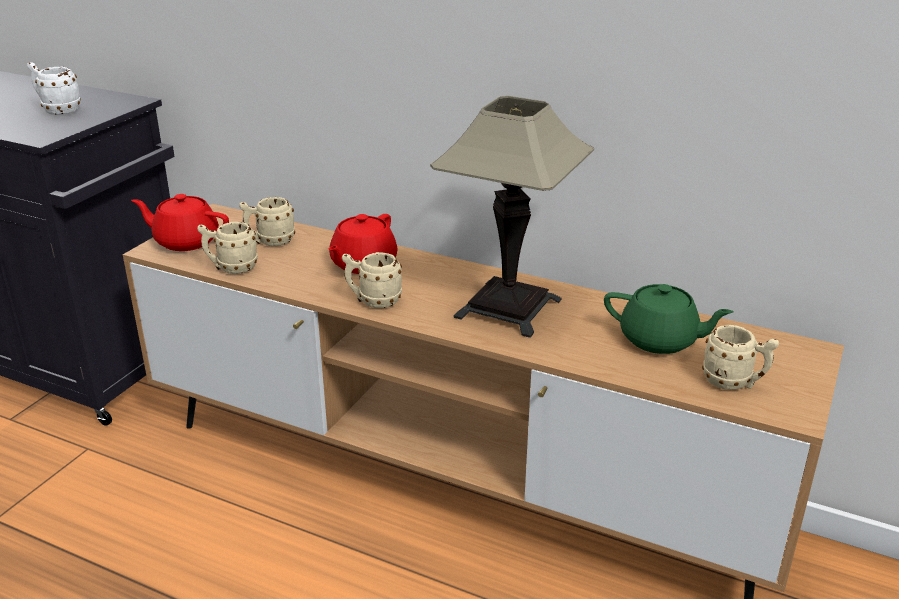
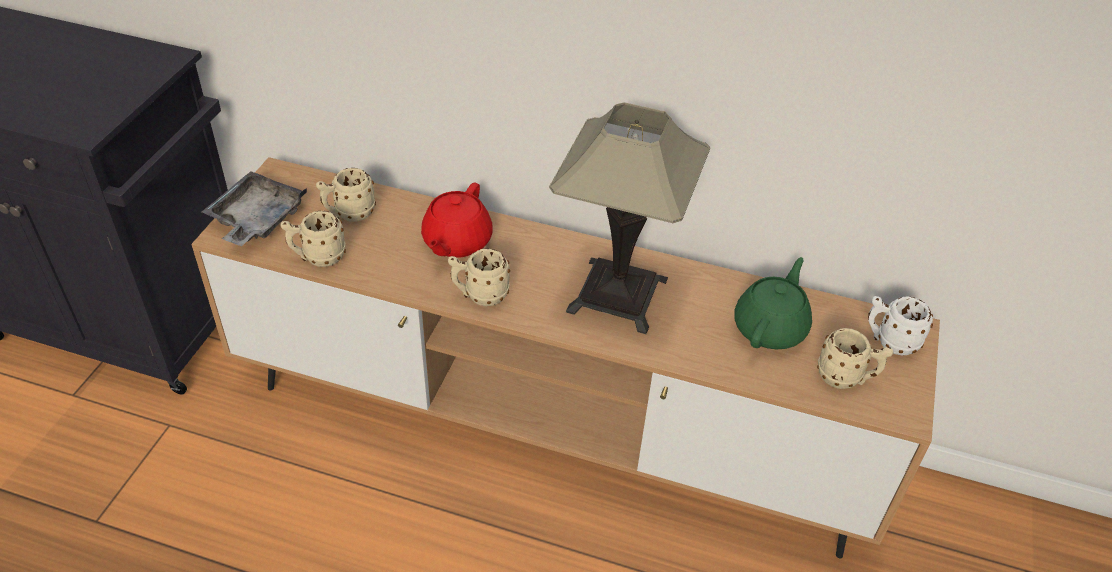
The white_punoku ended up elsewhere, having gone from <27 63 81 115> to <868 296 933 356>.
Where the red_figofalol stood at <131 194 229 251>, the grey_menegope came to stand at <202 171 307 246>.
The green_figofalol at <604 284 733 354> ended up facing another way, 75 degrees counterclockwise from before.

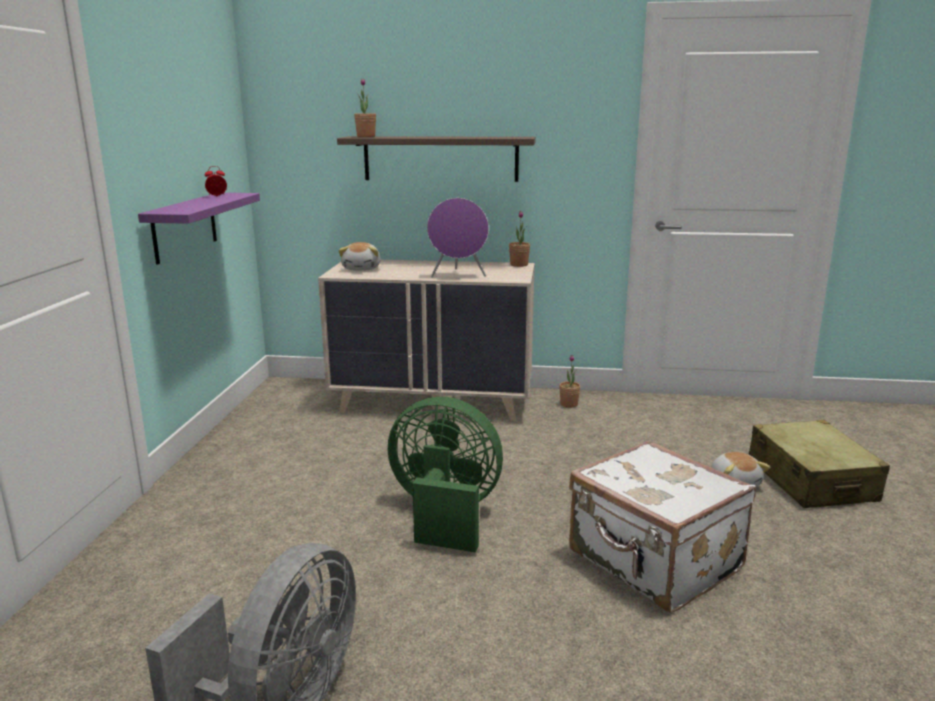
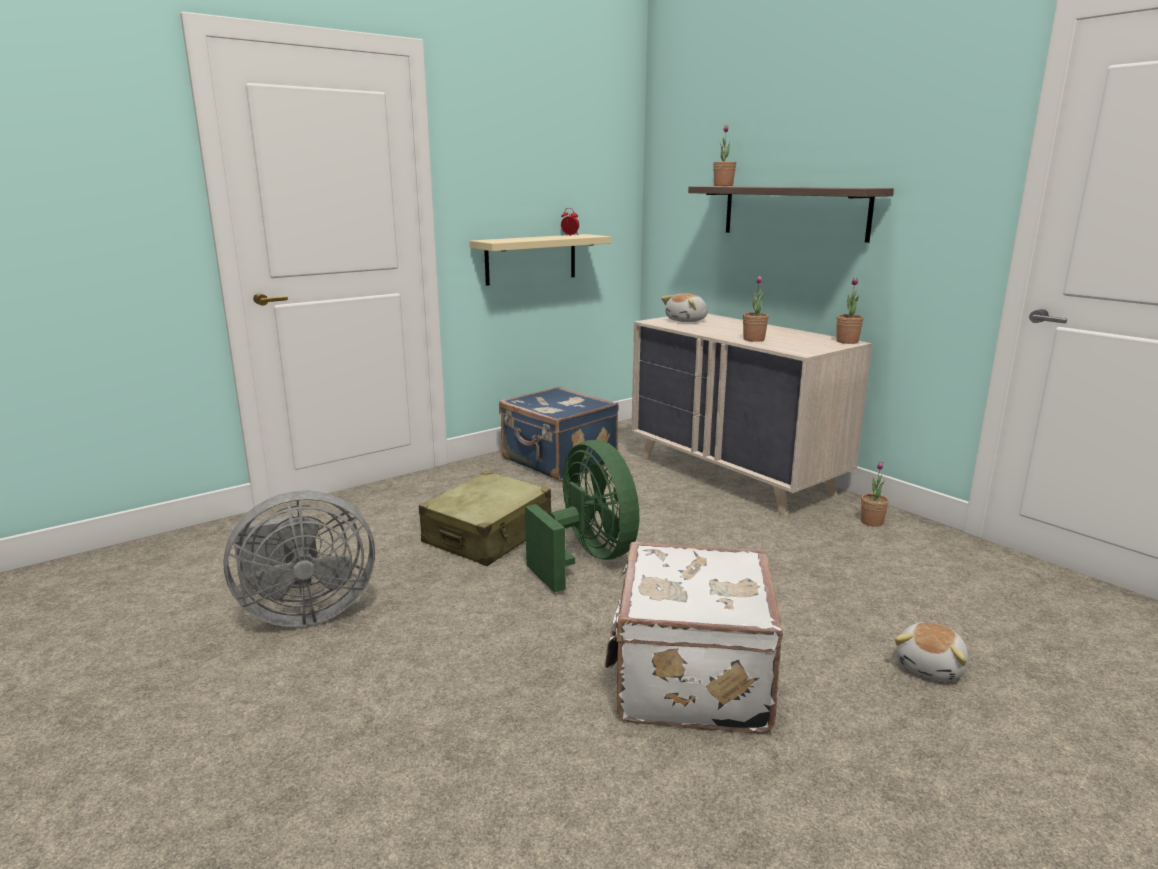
What was the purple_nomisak at <138 193 260 265> turned into the beige_nomisak at <469 234 611 286>.
Where the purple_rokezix stood at <427 198 489 278>, the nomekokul came to stand at <743 276 769 342>.
The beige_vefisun ended up elsewhere, having gone from <749 420 890 508> to <419 471 551 566>.
The second view gained the blue_vefisun at <499 387 619 481>.

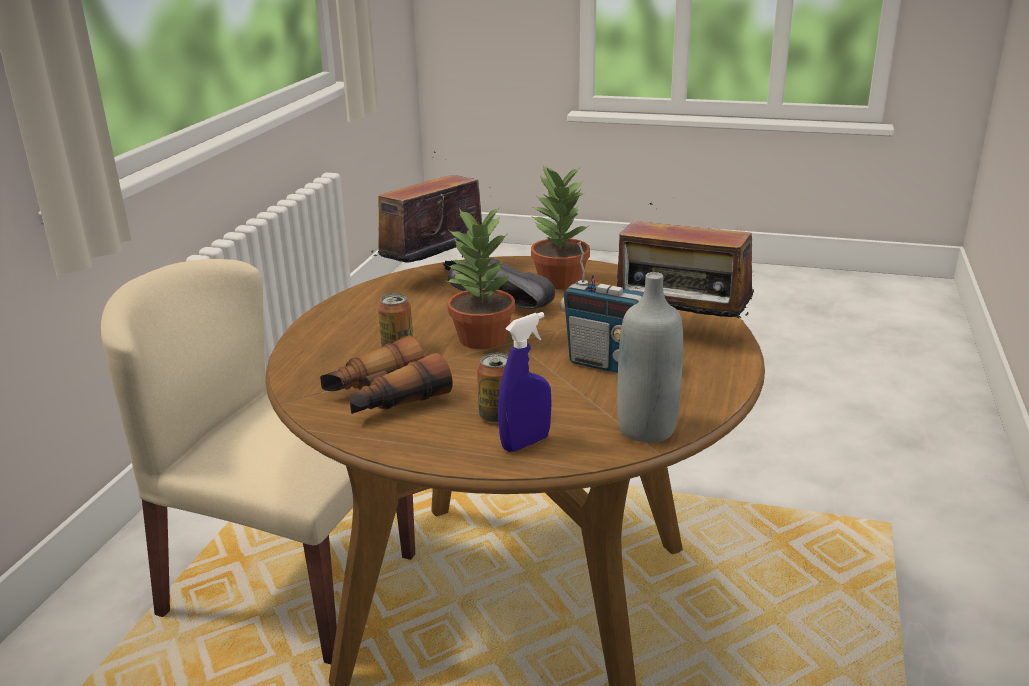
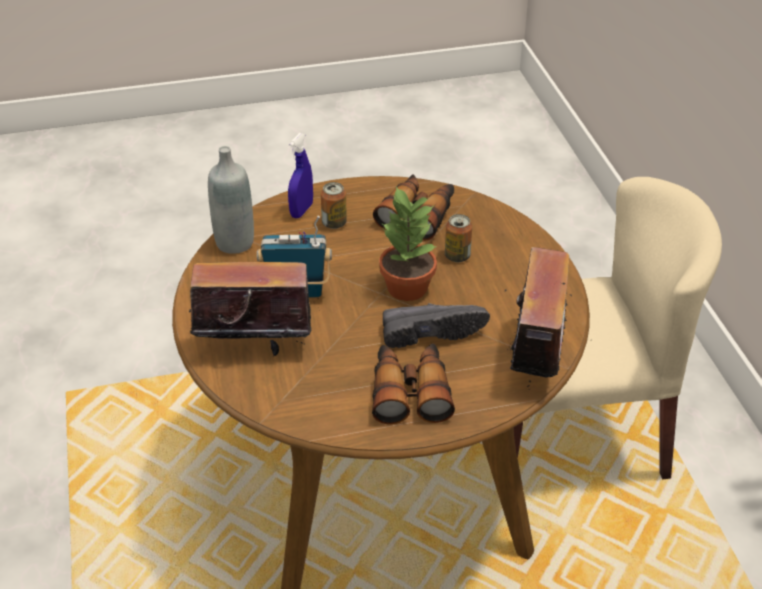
Where the nomekokul stood at <531 165 590 290>, the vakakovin came to stand at <372 343 455 424>.

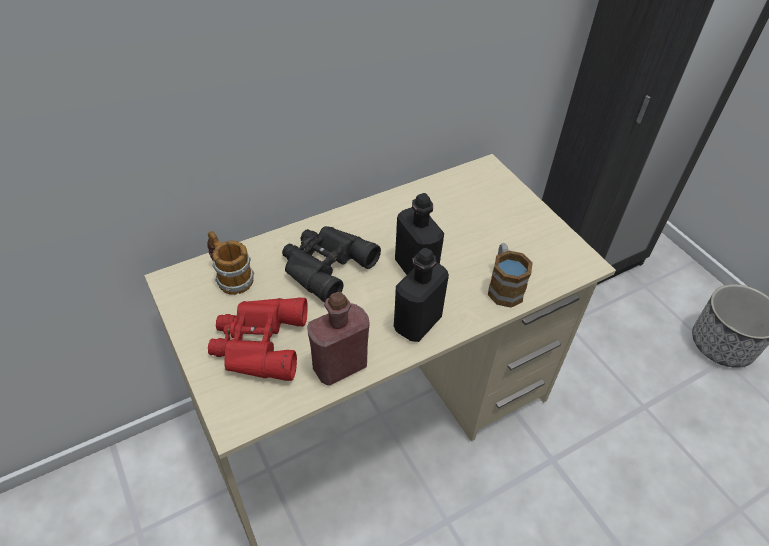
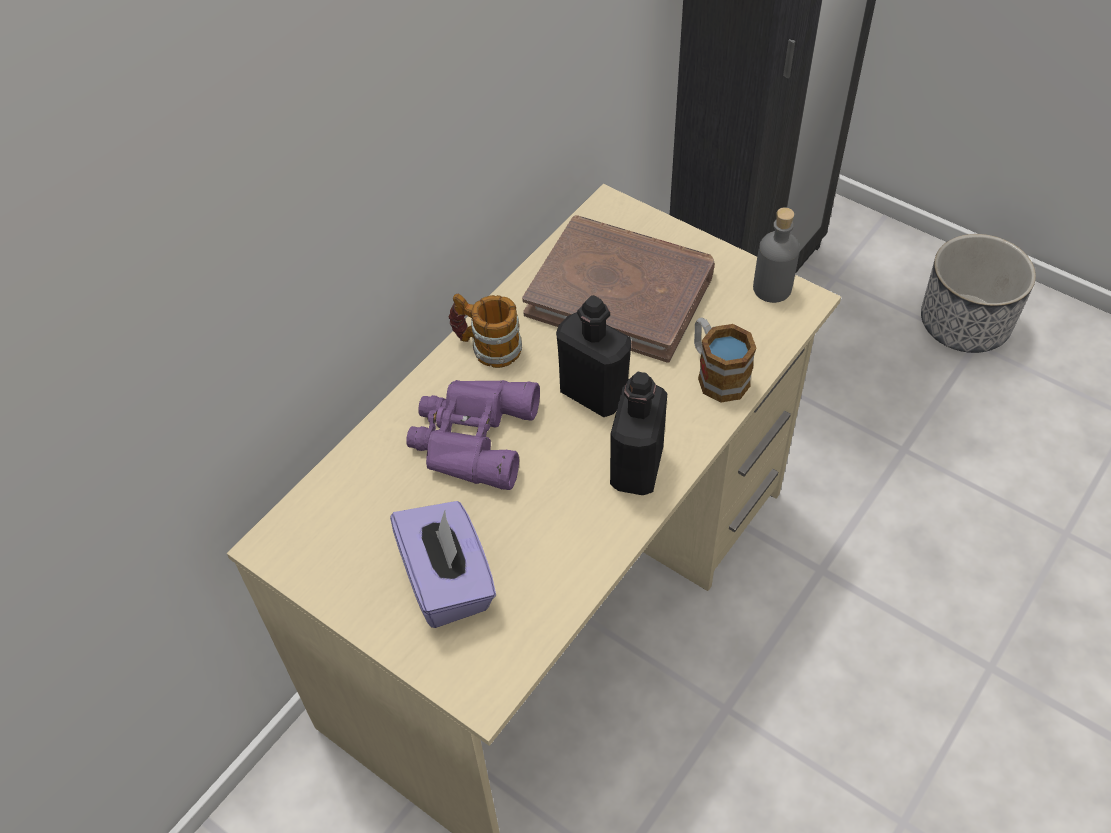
The punoku ended up elsewhere, having gone from <207 231 254 295> to <449 294 522 368>.
Where the red_vakakovin stood at <208 297 308 381>, the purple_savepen came to stand at <390 501 496 628>.
What was the black_vakakovin at <282 226 381 302> turned into the purple_vakakovin at <407 380 540 490>.
The second view lost the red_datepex at <307 292 370 386>.
The second view gained the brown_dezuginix at <522 215 715 363>.
The second view gained the grey_datepex at <753 207 800 303>.

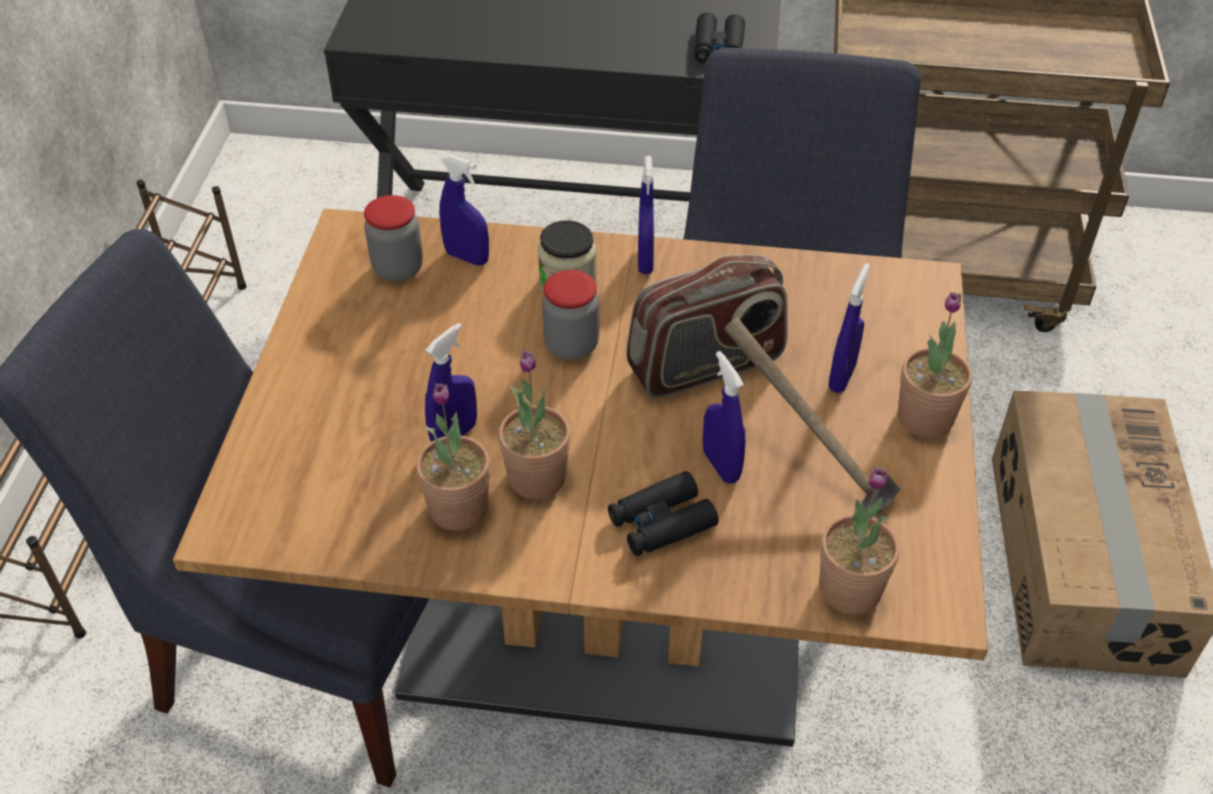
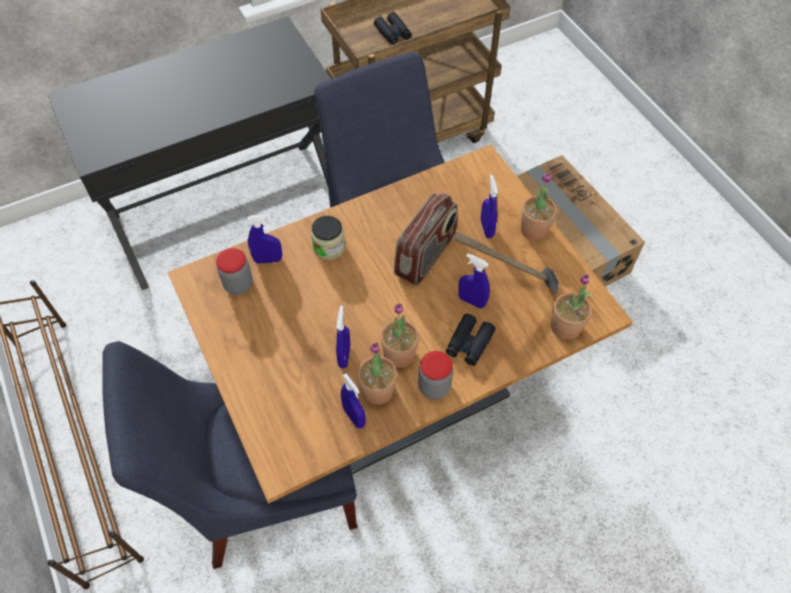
The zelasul ended up elsewhere, having gone from <542 270 599 360> to <418 351 453 399>.
The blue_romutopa ended up elsewhere, having gone from <638 156 654 274> to <341 373 366 429>.
The black_vakakovin ended up elsewhere, having gone from <695 12 745 63> to <374 12 412 45>.

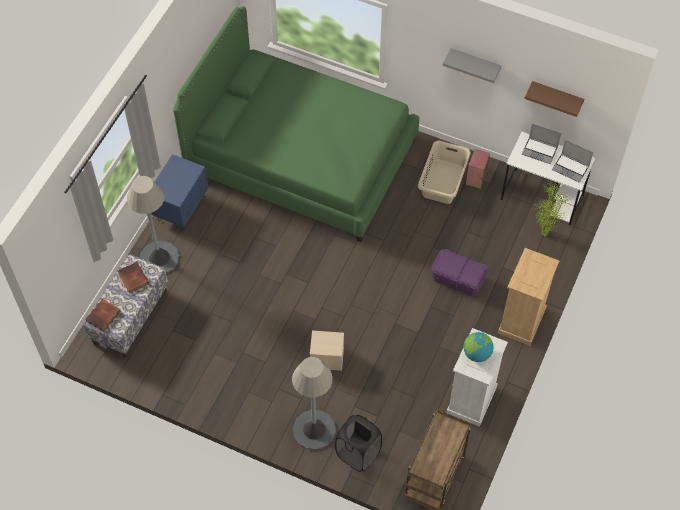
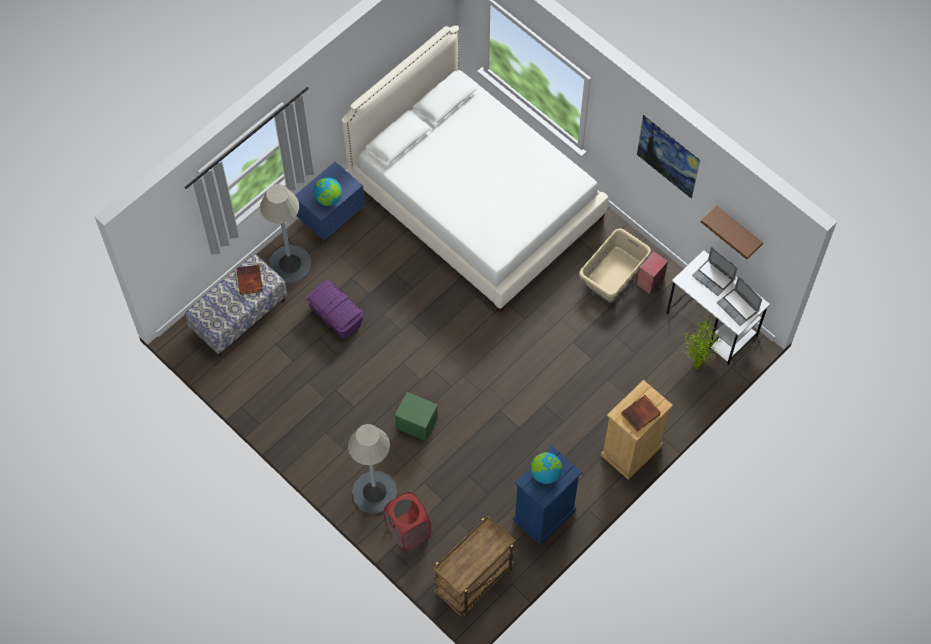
The dezuginix ended up elsewhere, having gone from <86 299 121 332> to <622 395 661 432>.
What was the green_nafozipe at <173 6 419 242> turned into the white_nafozipe at <342 25 609 313>.
What was the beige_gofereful at <310 330 344 371> turned into the green_gofereful at <395 392 438 441>.
What was the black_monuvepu at <335 415 382 472> turned into the red_monuvepu at <384 492 431 551>.
The purple_gofereful ended up elsewhere, having gone from <431 249 488 297> to <306 280 364 339>.
Where the grey_nomisak hung at <443 48 501 83>, the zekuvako came to hang at <637 115 700 199>.
What was the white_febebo at <446 328 508 427> turned into the blue_febebo at <513 446 582 545>.
The second view gained the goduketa at <314 177 342 206>.

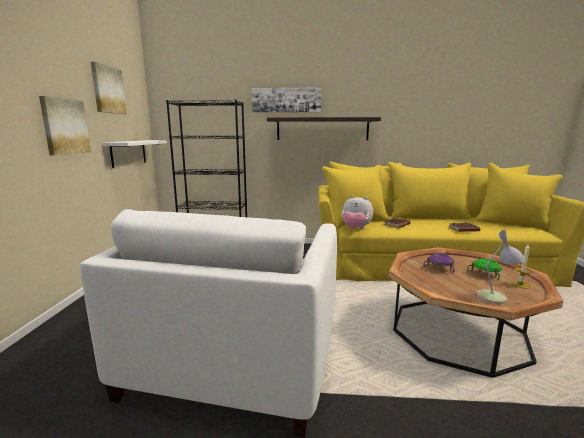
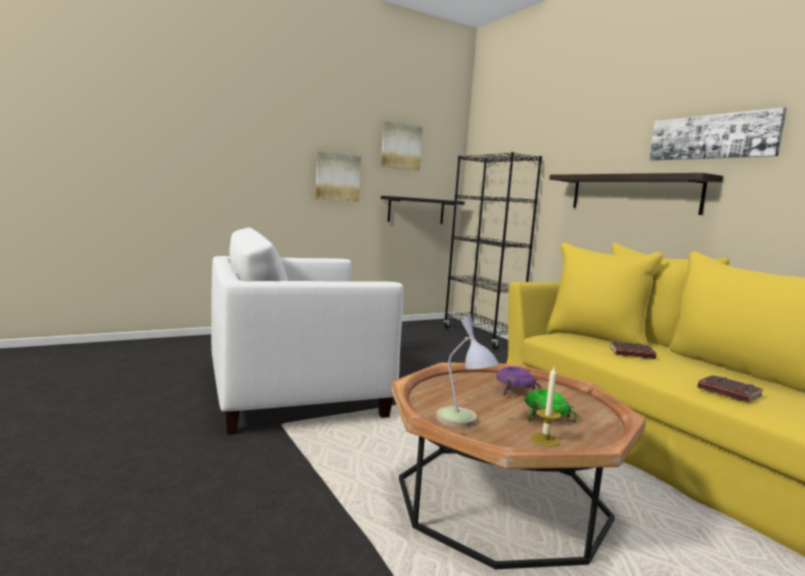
What was the white_nomisak at <103 140 167 168> turned into the black_nomisak at <381 196 465 224>.
The zekuvako ended up elsewhere, having gone from <252 87 321 113> to <649 107 787 161>.
The second view lost the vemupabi at <342 196 373 229>.

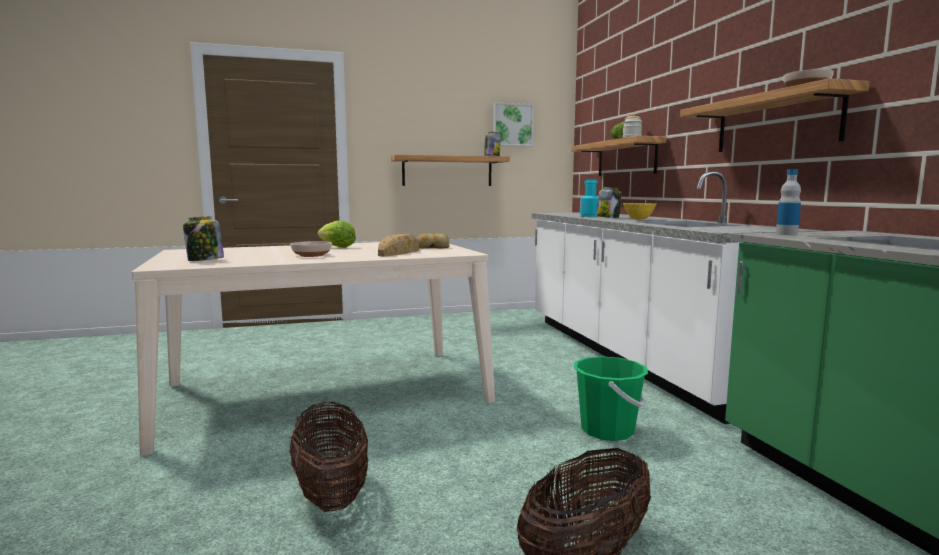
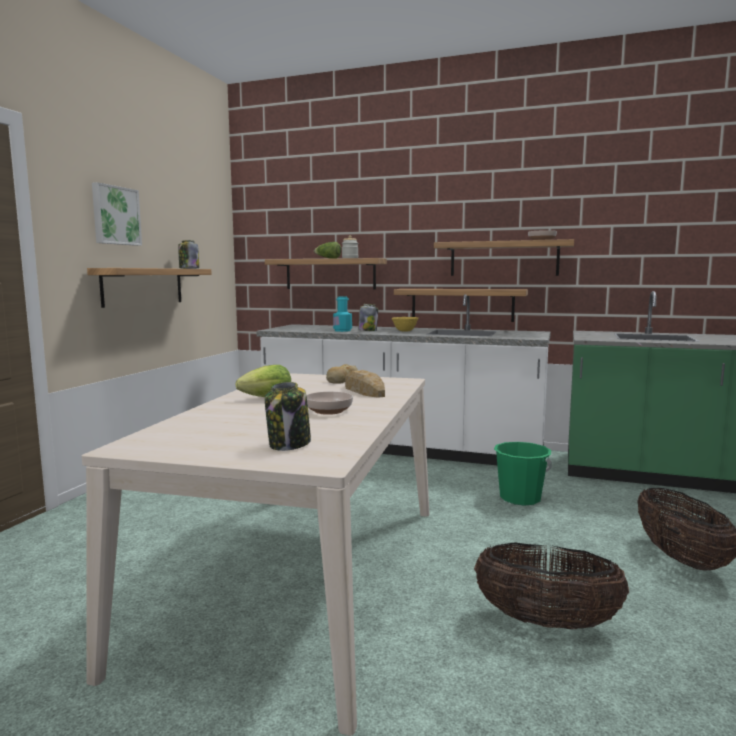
The zekuvako ended up elsewhere, having gone from <493 103 534 146> to <92 182 142 246>.
The second view lost the datepex at <776 169 801 235>.
The second view gained the nomisak at <394 289 528 322>.

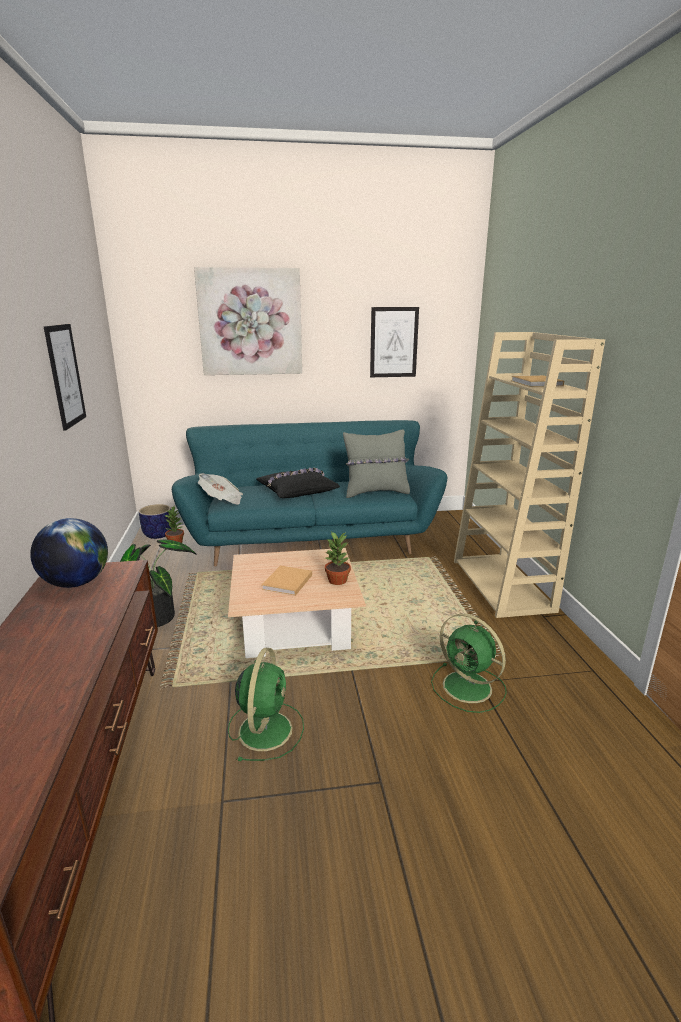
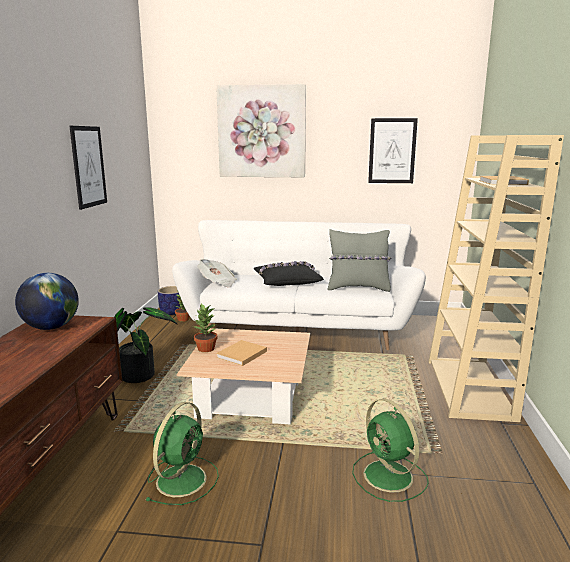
What was the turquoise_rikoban at <172 420 447 566> turned into the white_rikoban at <172 220 426 350>.
The nomekokul ended up elsewhere, having gone from <325 531 351 585> to <193 304 217 352>.

